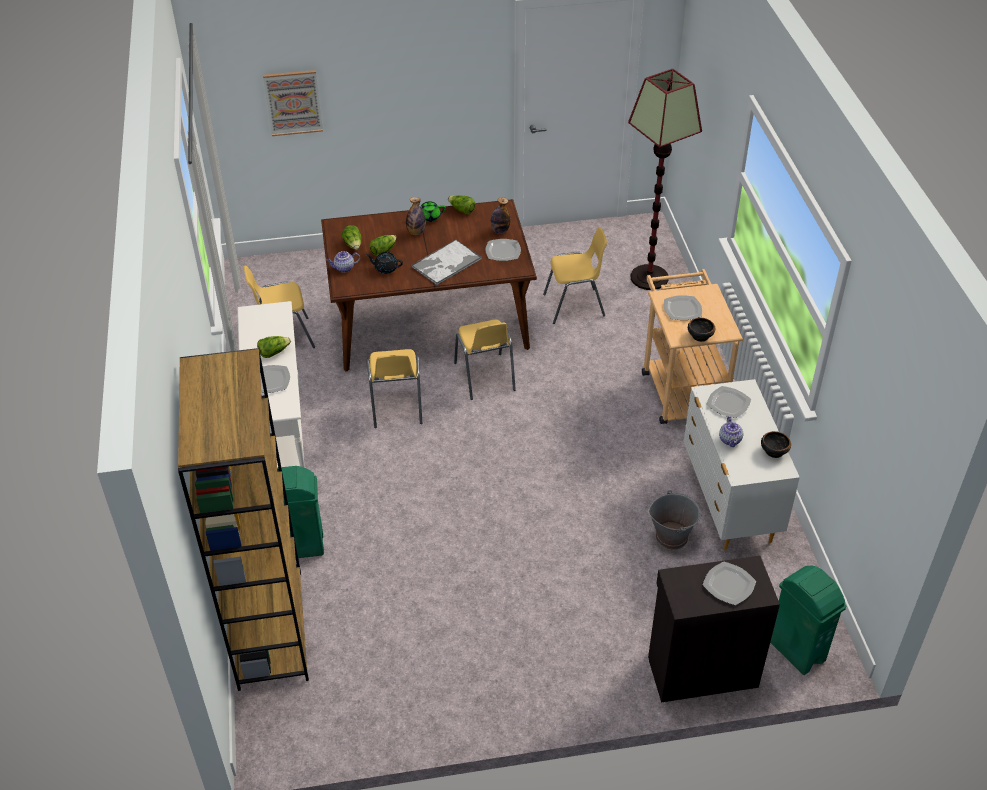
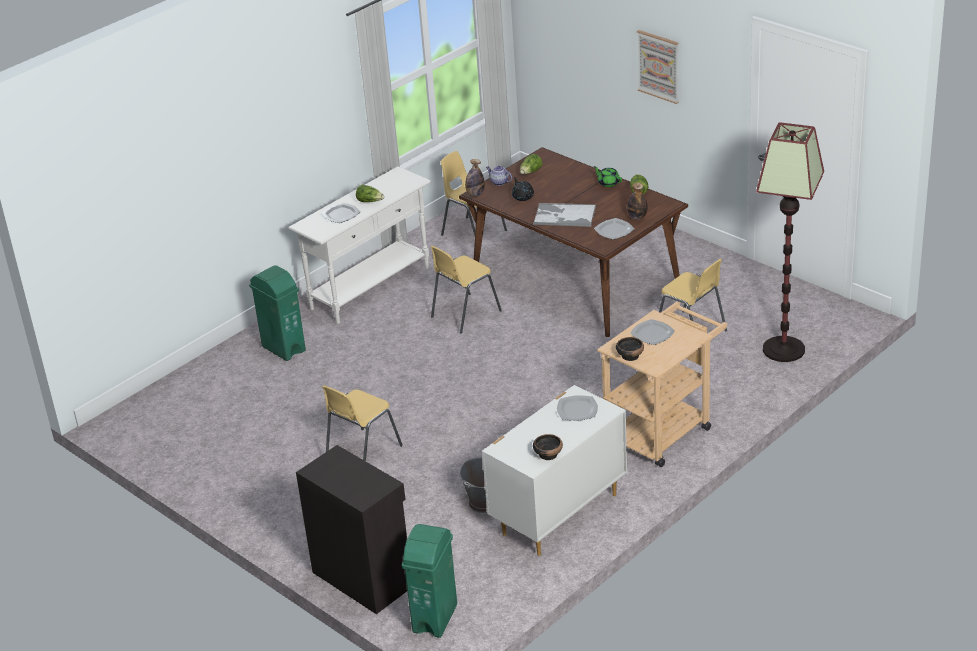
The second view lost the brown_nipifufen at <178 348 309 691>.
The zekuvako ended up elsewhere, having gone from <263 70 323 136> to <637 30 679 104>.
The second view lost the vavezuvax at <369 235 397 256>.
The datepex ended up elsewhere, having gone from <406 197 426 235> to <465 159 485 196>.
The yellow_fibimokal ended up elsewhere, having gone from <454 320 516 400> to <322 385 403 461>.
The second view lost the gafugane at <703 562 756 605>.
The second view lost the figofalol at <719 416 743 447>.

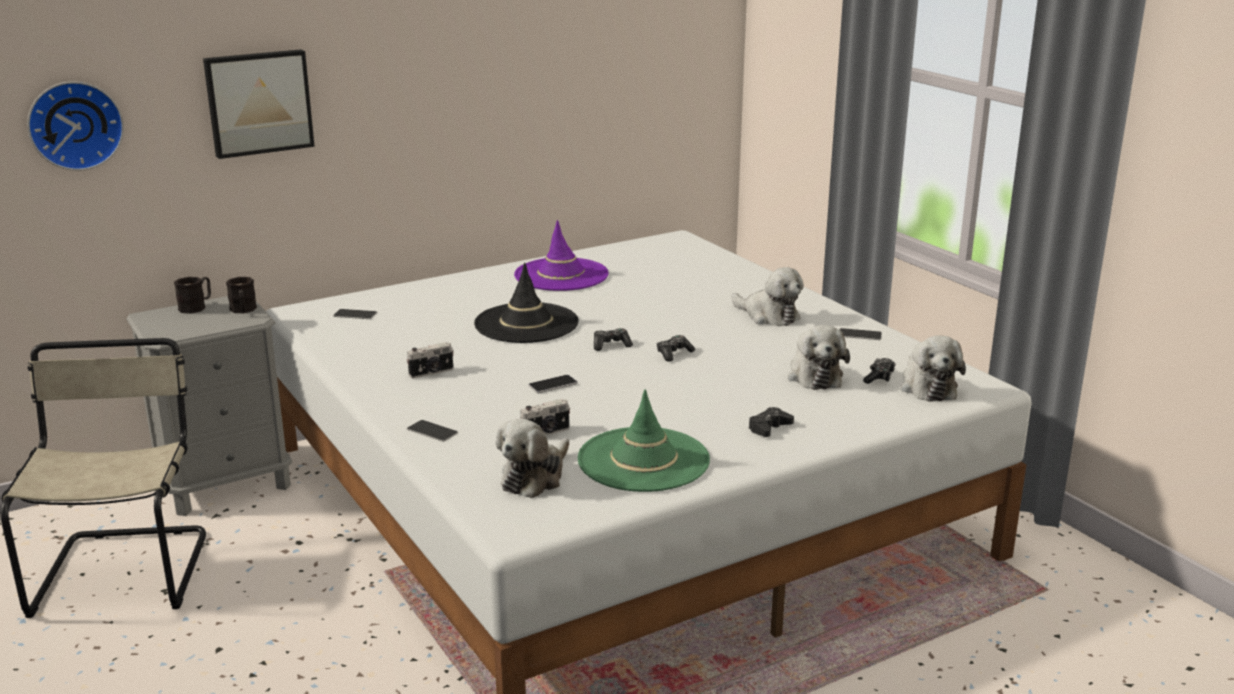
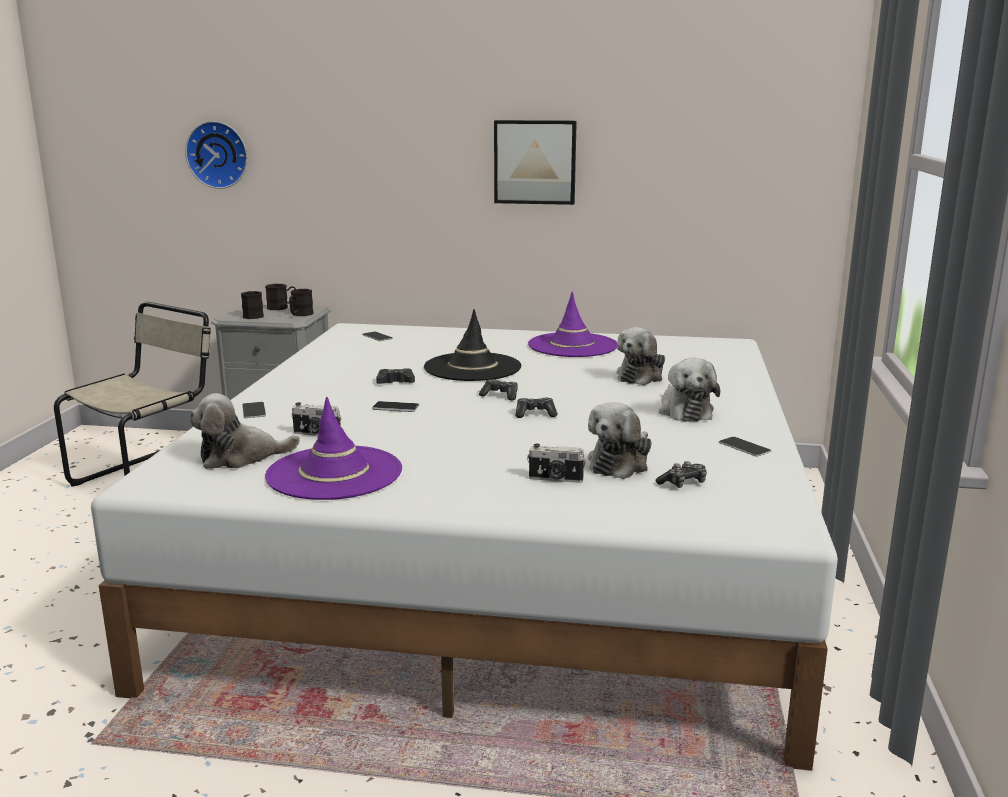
The zekuvako ended up elsewhere, having gone from <203 49 315 159> to <494 120 577 205>.
The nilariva ended up elsewhere, having gone from <407 342 454 378> to <527 444 586 483>.
What was the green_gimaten at <578 389 710 492> turned into the purple_gimaten at <265 397 402 500>.
The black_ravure ended up elsewhere, having gone from <748 407 794 437> to <376 368 415 384>.
The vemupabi ended up elsewhere, having gone from <901 335 966 402> to <617 327 665 385>.
The second view gained the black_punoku at <241 291 264 319>.

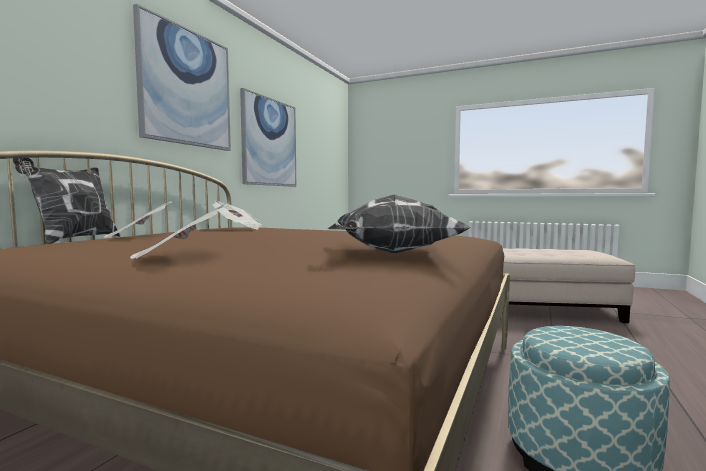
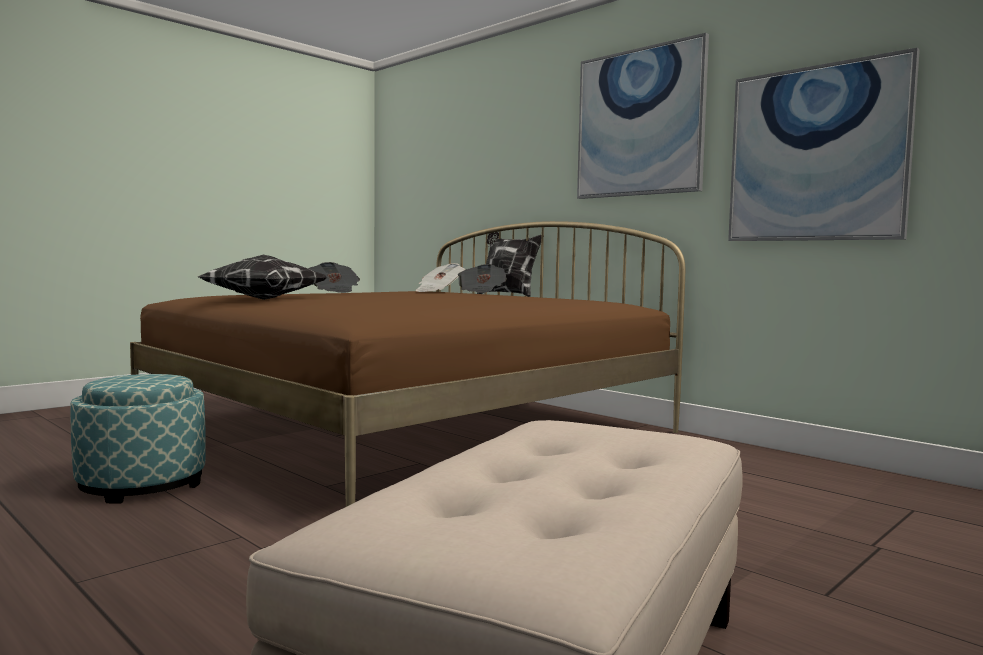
The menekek ended up elsewhere, having gone from <213 201 262 230> to <416 263 465 292>.

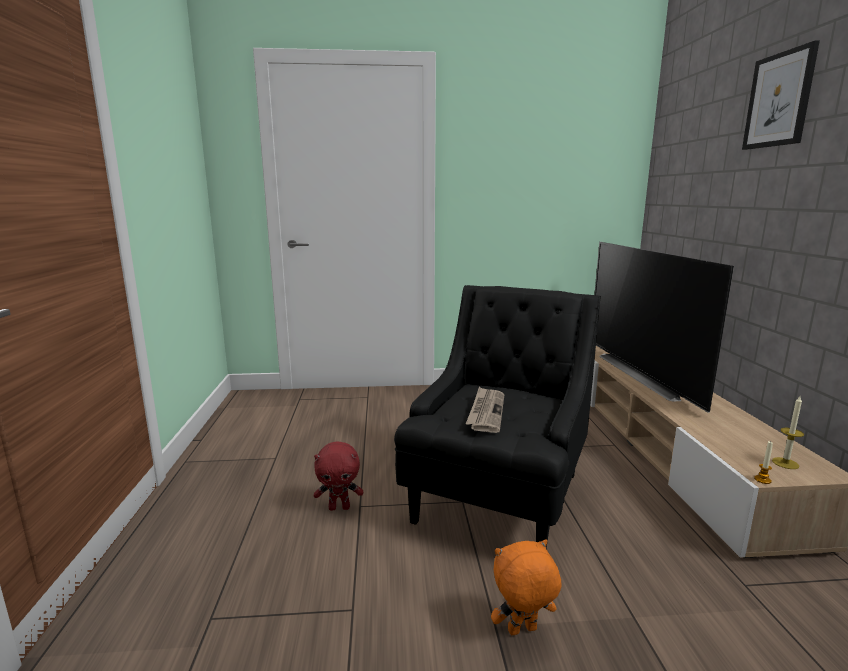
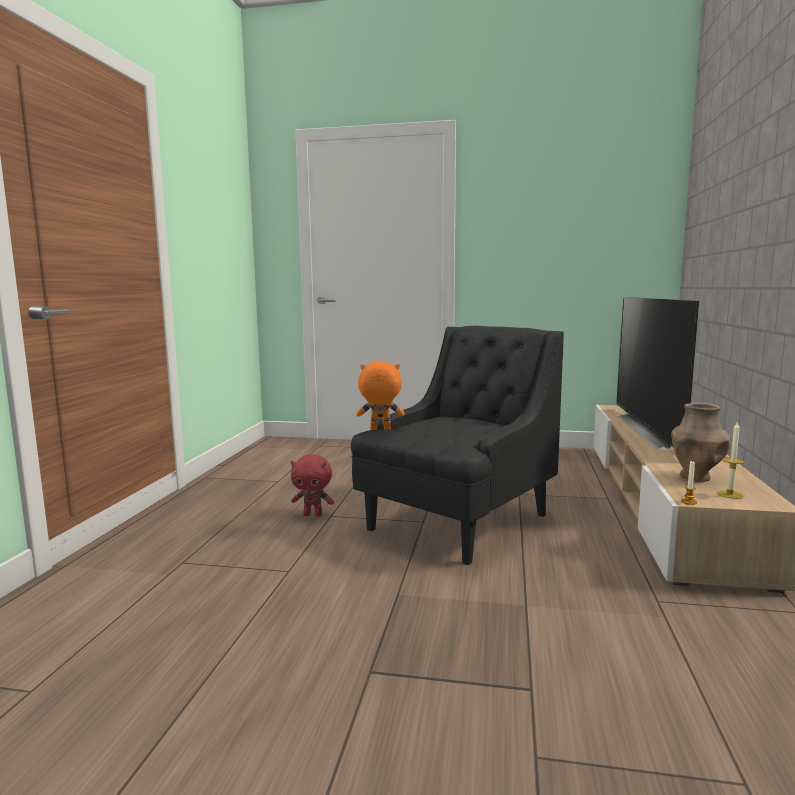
The second view lost the menekek at <466 387 505 433>.
The orange_vemupabi ended up elsewhere, having gone from <491 539 561 635> to <356 361 405 430>.
The second view lost the zekuvako at <742 40 820 150>.
The second view gained the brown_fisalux at <671 403 731 482>.

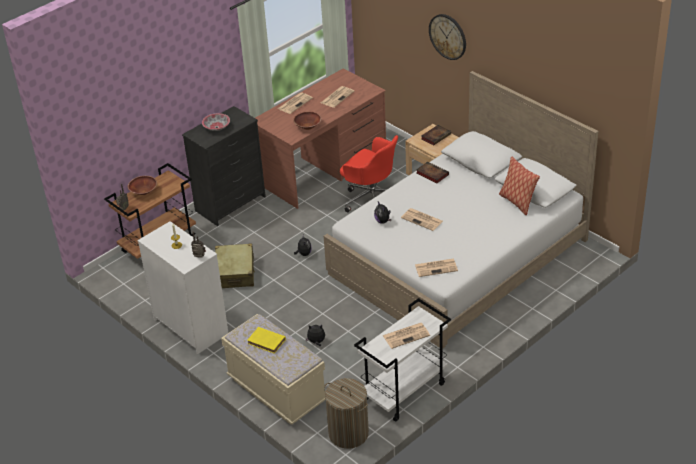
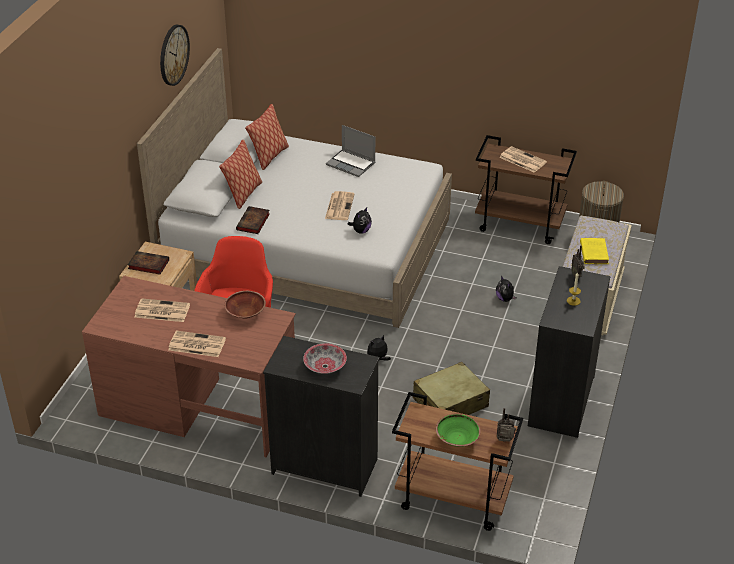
What was the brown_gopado at <128 176 157 195> turned into the green_gopado at <436 414 481 447>.
What was the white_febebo at <137 221 228 354> turned into the black_febebo at <528 266 610 438>.
What was the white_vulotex at <354 298 451 422> turned into the brown_vulotex at <475 135 577 244>.
The second view lost the menekek at <415 259 458 277>.
The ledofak ended up elsewhere, having gone from <429 14 466 60> to <160 25 190 86>.
The second view gained the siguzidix at <219 140 262 209>.
The second view gained the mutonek at <326 125 375 177>.

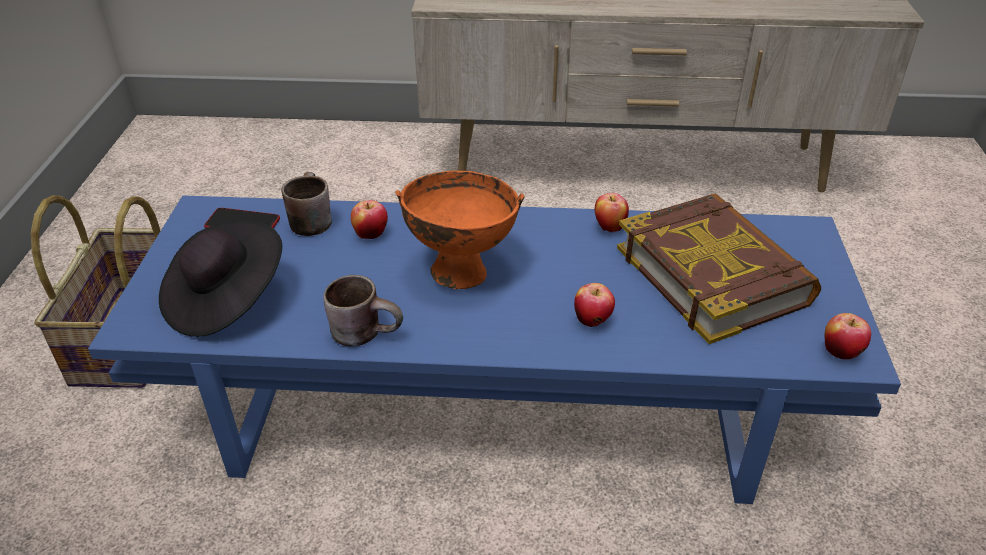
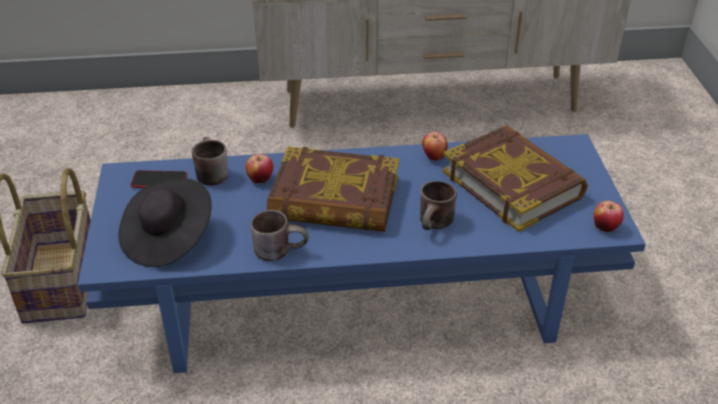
Where the orange_gopado stood at <395 171 525 289>, the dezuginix came to stand at <267 147 399 232>.
Where the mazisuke stood at <574 283 615 327>, the brown_punoku came to stand at <420 181 457 230>.

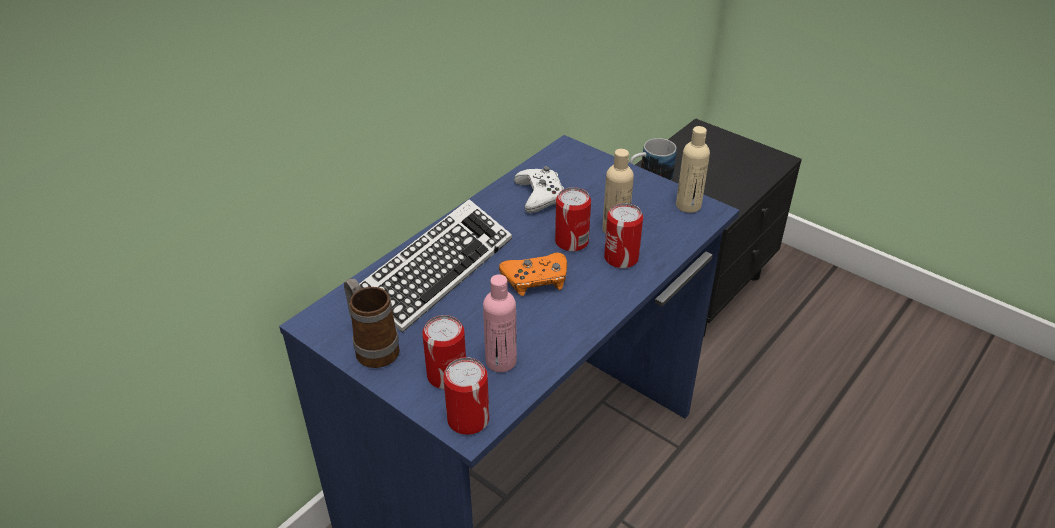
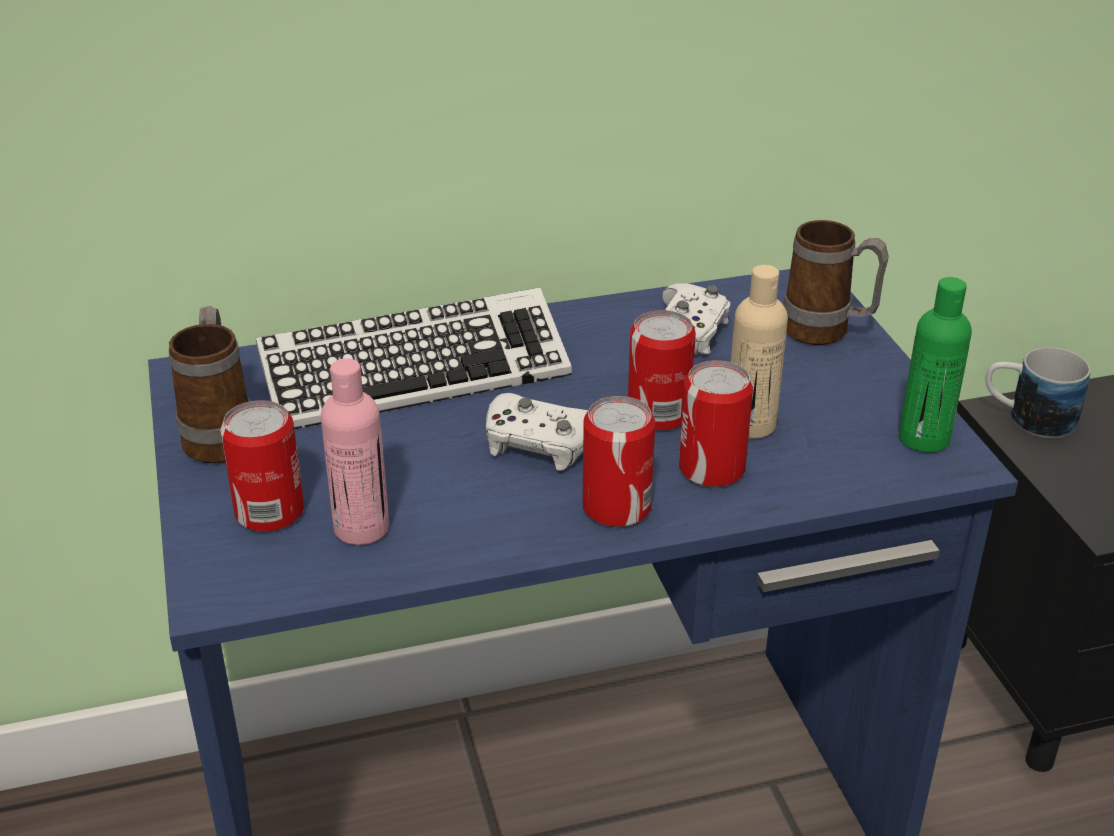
The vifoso ended up elsewhere, having gone from <443 357 489 435> to <583 396 655 527>.
What was the orange_ravure at <499 253 567 296> turned into the white_ravure at <485 393 588 471>.
What was the beige_datepex at <676 126 710 213> turned into the green_datepex at <899 277 972 453>.
The second view gained the punoku at <783 220 889 345>.

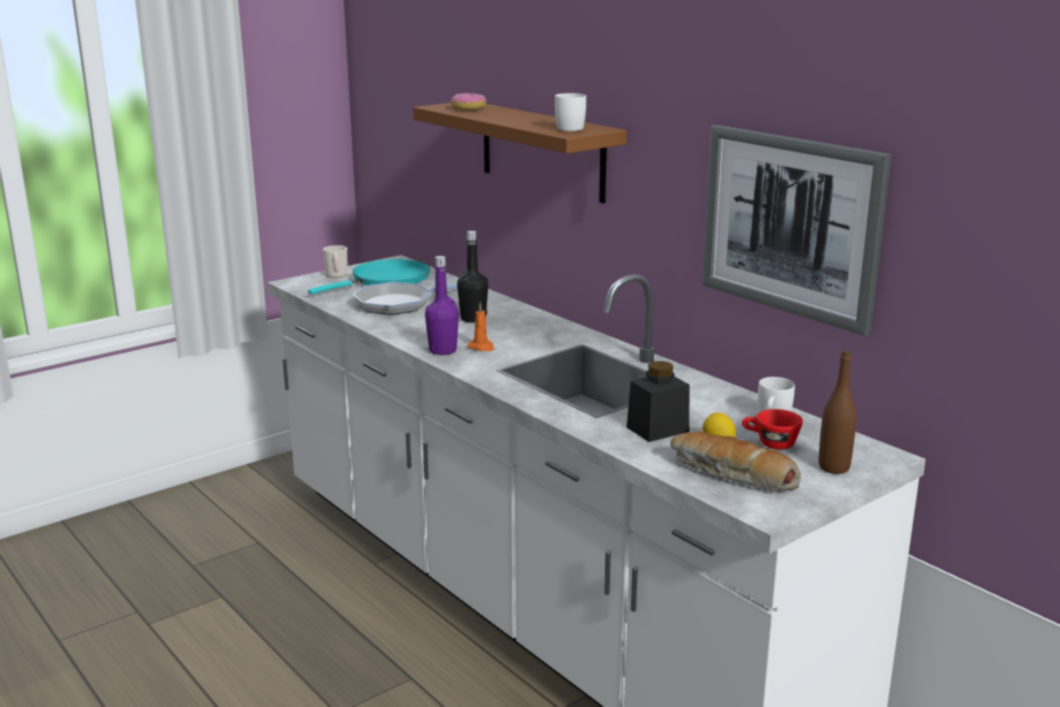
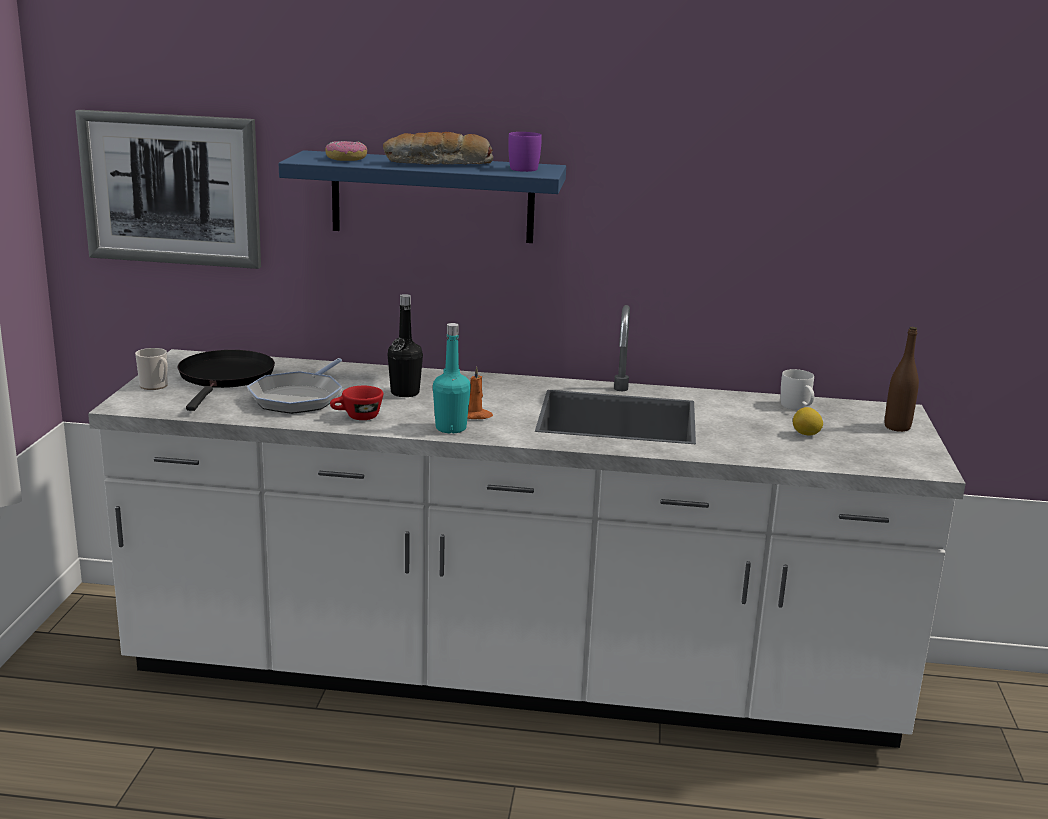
What was the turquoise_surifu at <308 259 430 294> turned into the black_surifu at <177 350 275 411>.
What was the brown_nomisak at <413 103 627 204> turned into the blue_nomisak at <279 150 566 243>.
What was the purple_datepex at <425 256 459 355> turned into the turquoise_datepex at <433 323 471 433>.
What was the white_punoku at <555 93 586 131> turned into the purple_punoku at <508 132 542 172>.
The second view lost the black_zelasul at <627 361 689 442>.
The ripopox ended up elsewhere, having gone from <671 431 801 491> to <383 132 493 165>.
The zekuvako ended up elsewhere, having gone from <702 125 892 336> to <75 110 261 269>.
The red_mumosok ended up elsewhere, having gone from <742 409 803 450> to <330 386 383 420>.

